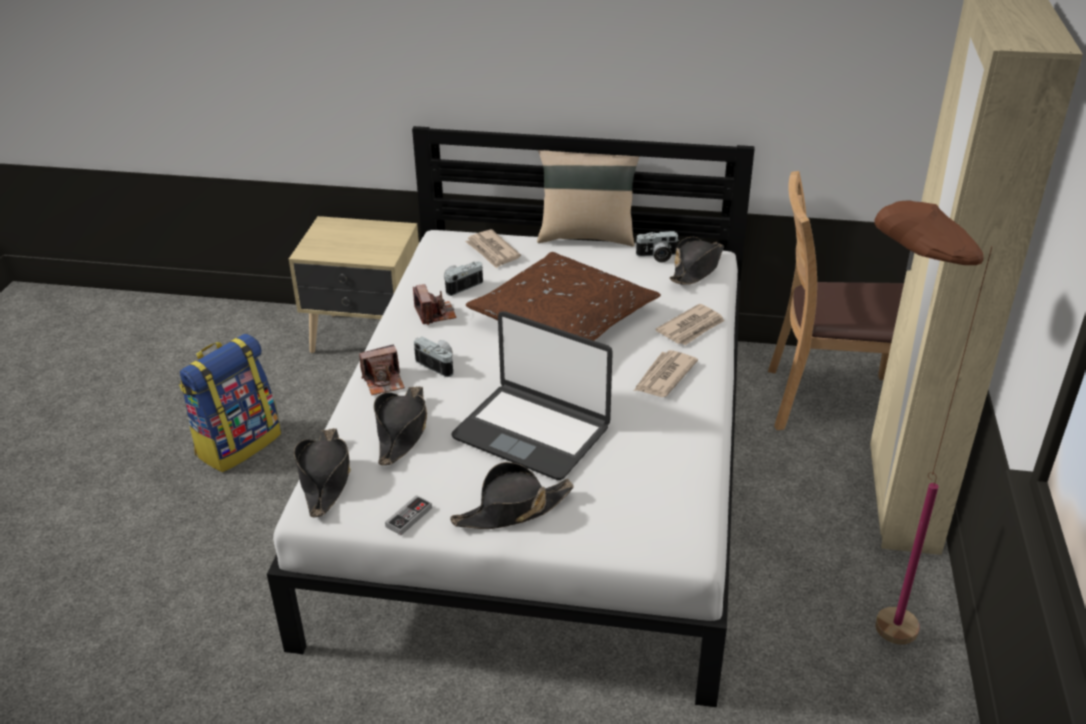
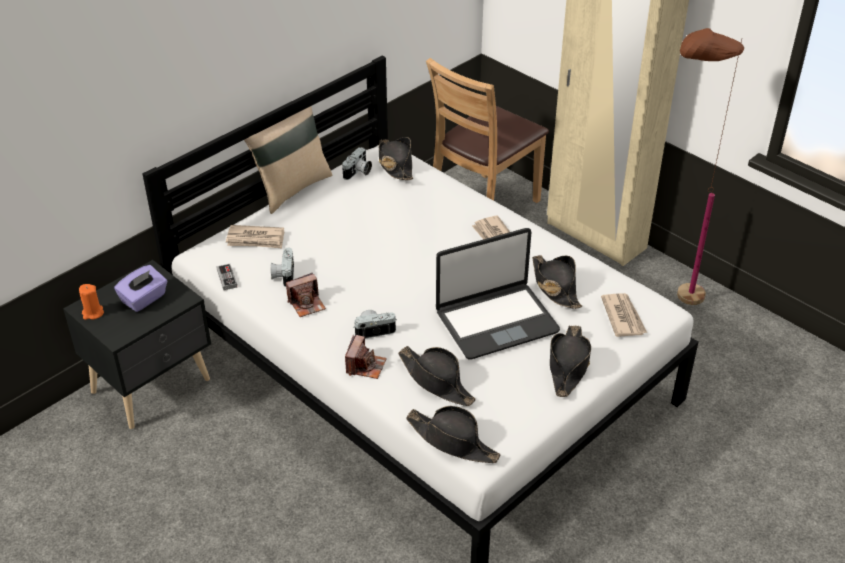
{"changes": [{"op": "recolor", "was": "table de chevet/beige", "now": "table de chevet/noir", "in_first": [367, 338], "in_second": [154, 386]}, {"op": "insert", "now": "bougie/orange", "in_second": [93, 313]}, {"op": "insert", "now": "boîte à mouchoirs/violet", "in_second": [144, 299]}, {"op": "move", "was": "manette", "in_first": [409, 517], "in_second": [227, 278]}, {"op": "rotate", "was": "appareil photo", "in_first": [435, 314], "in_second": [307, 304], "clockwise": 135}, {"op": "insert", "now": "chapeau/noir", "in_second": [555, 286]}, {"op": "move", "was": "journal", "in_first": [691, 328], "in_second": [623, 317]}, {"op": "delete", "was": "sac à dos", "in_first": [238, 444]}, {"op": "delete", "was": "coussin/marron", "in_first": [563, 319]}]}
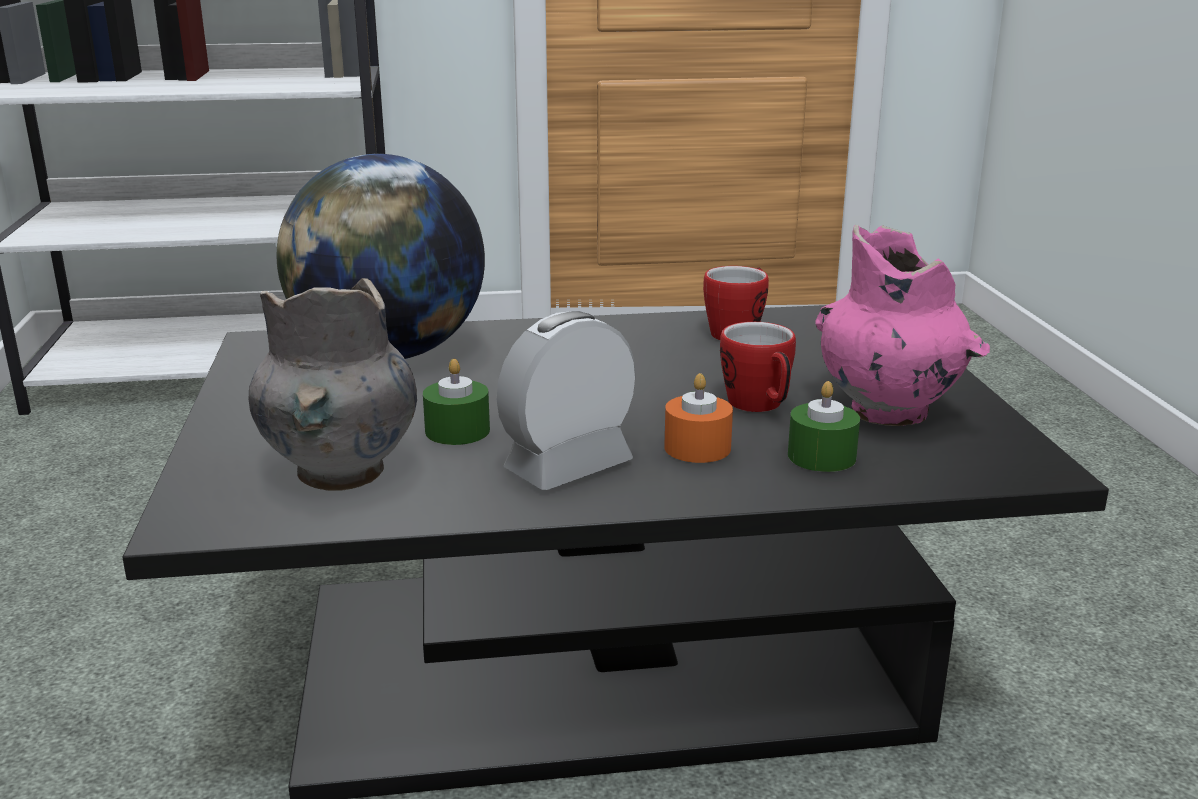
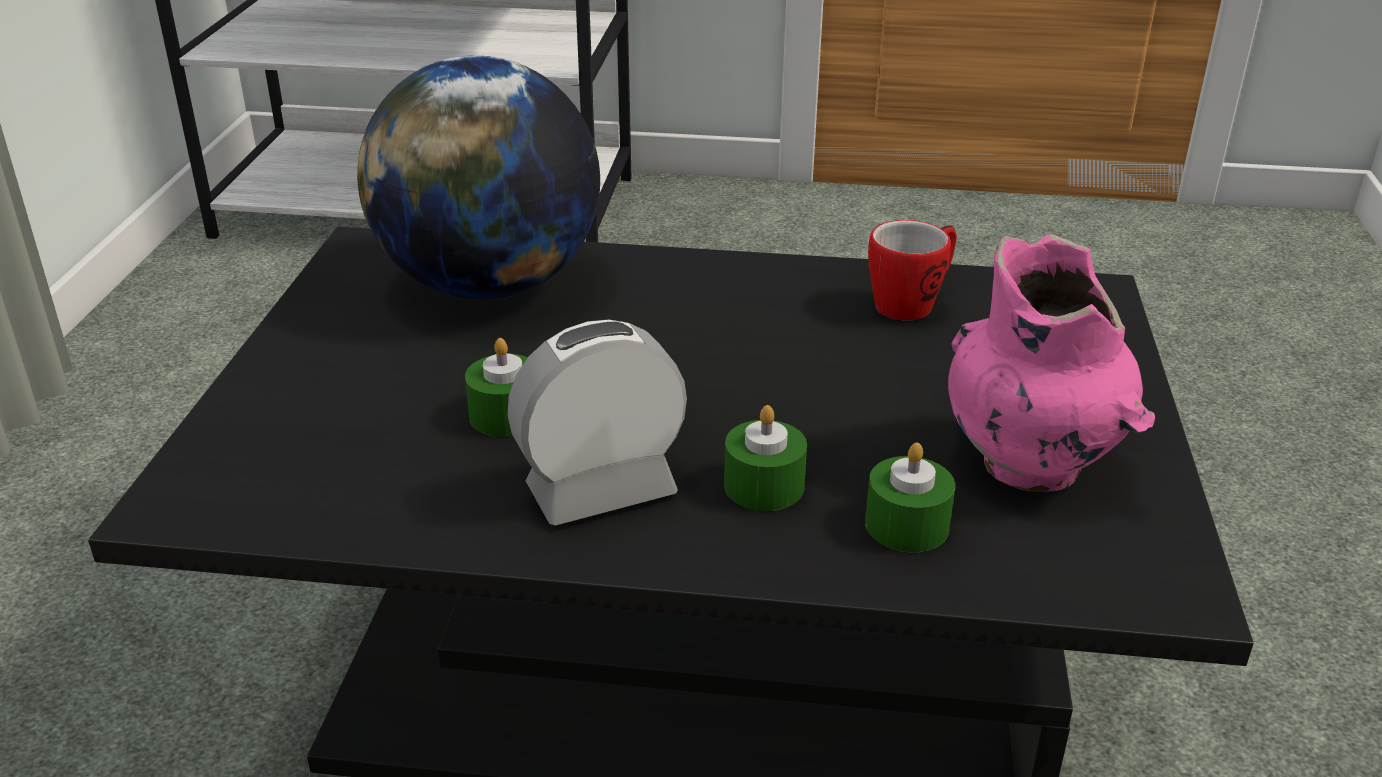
{"changes": [{"op": "recolor", "was": "bougie/orange", "now": "bougie/vert", "in_first": [697, 448], "in_second": [764, 486]}, {"op": "delete", "was": "vase/gris", "in_first": [341, 471]}, {"op": "delete", "was": "mug", "in_first": [760, 407]}]}
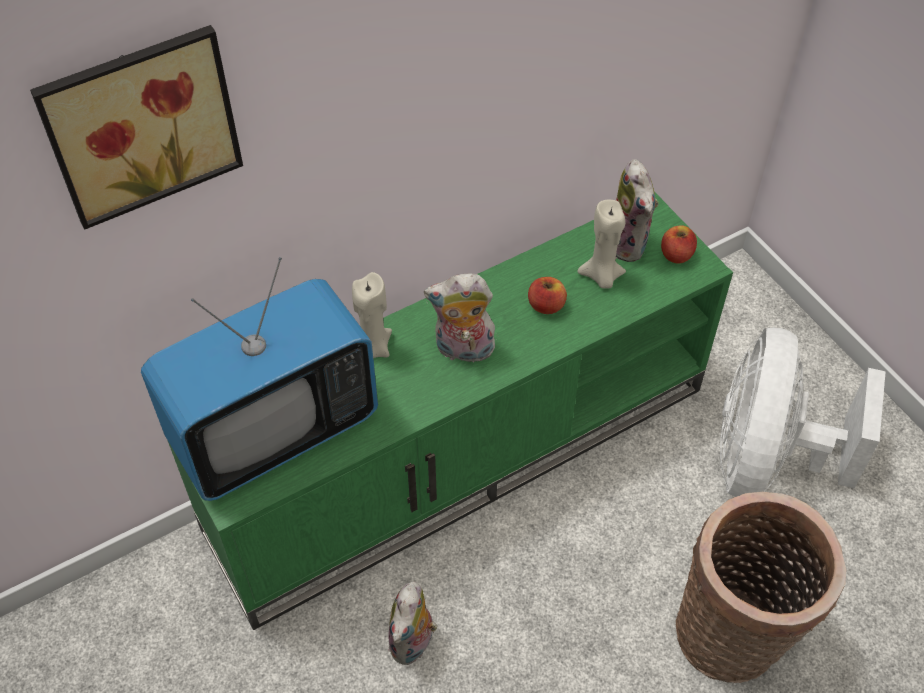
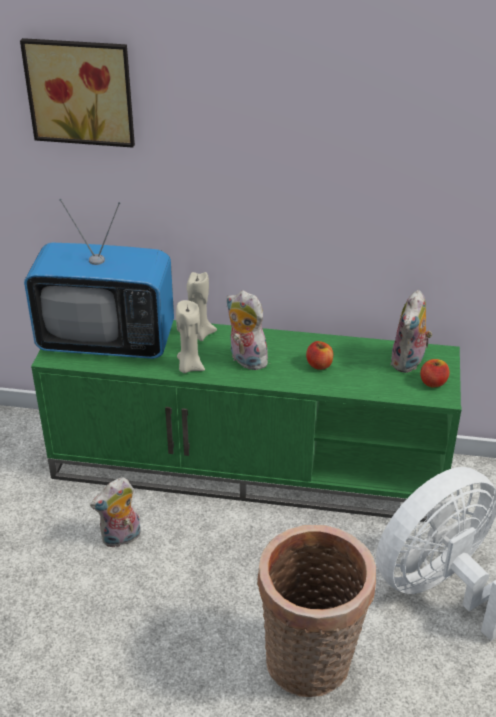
{"changes": [{"op": "move", "was": "bougie/beige", "in_first": [601, 277], "in_second": [189, 367]}]}
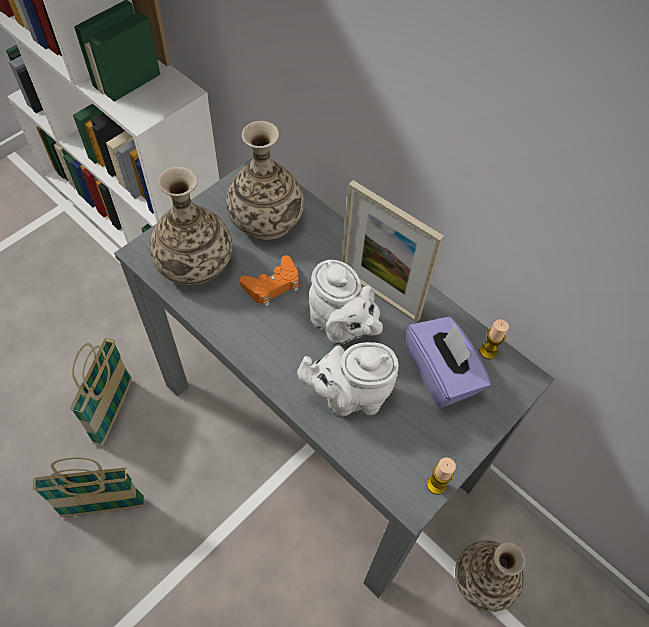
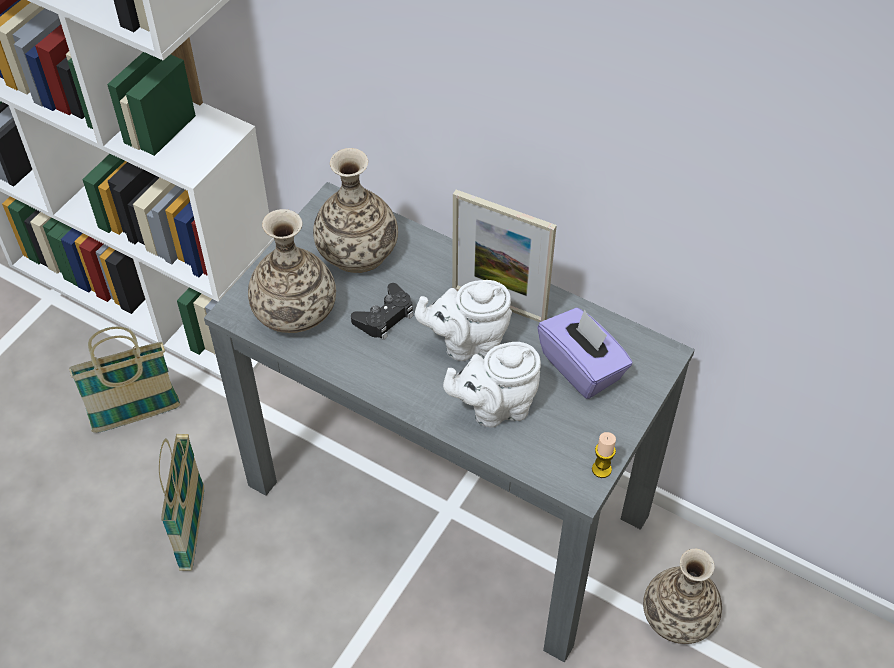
{"changes": [{"op": "move", "was": "panier", "in_first": [103, 507], "in_second": [136, 416]}, {"op": "recolor", "was": "manette/orange", "now": "manette/noir", "in_first": [272, 285], "in_second": [385, 317]}, {"op": "rotate", "was": "théière/blanc", "in_first": [341, 326], "in_second": [468, 343], "clockwise": 135}, {"op": "delete", "was": "bougie", "in_first": [488, 351]}]}
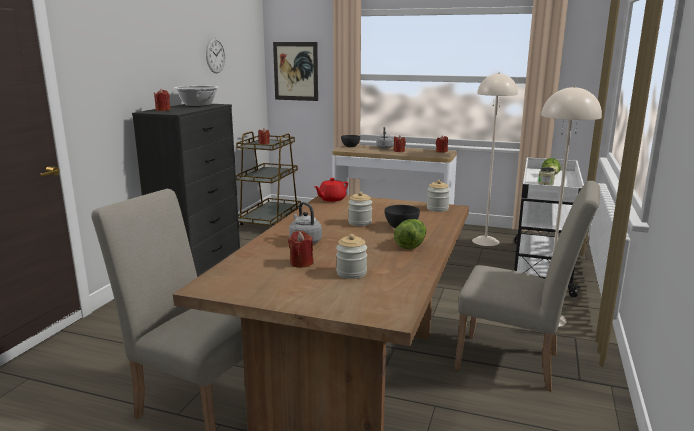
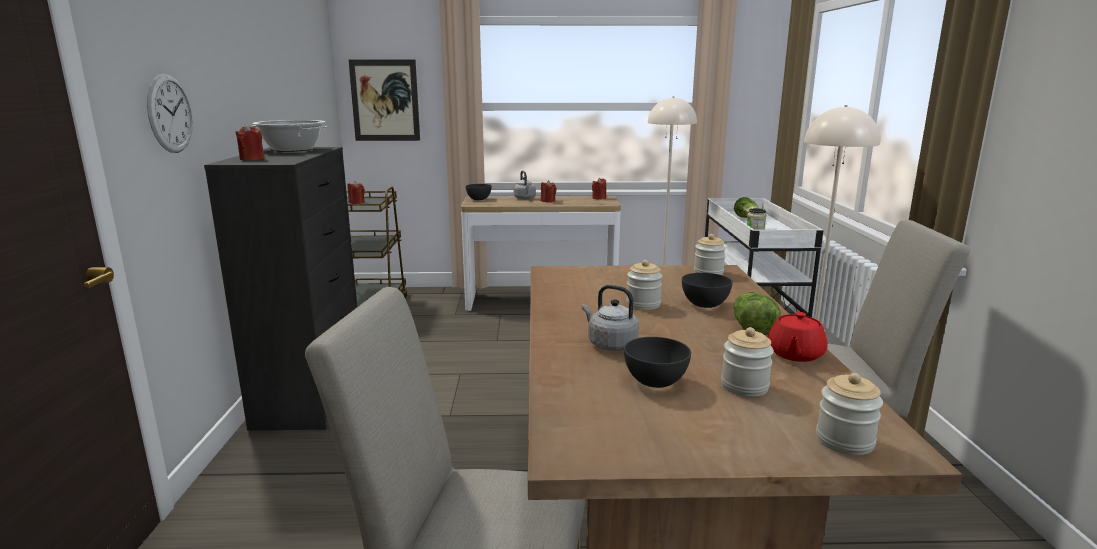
{"changes": [{"op": "move", "was": "horloge murale", "in_first": [215, 55], "in_second": [170, 114]}, {"op": "replace", "was": "bougie/rouge", "now": "bol/gris", "in_first": [301, 263], "in_second": [654, 382]}, {"op": "move", "was": "théière/rouge", "in_first": [331, 199], "in_second": [794, 354]}, {"op": "insert", "now": "bocal", "in_second": [844, 441]}]}
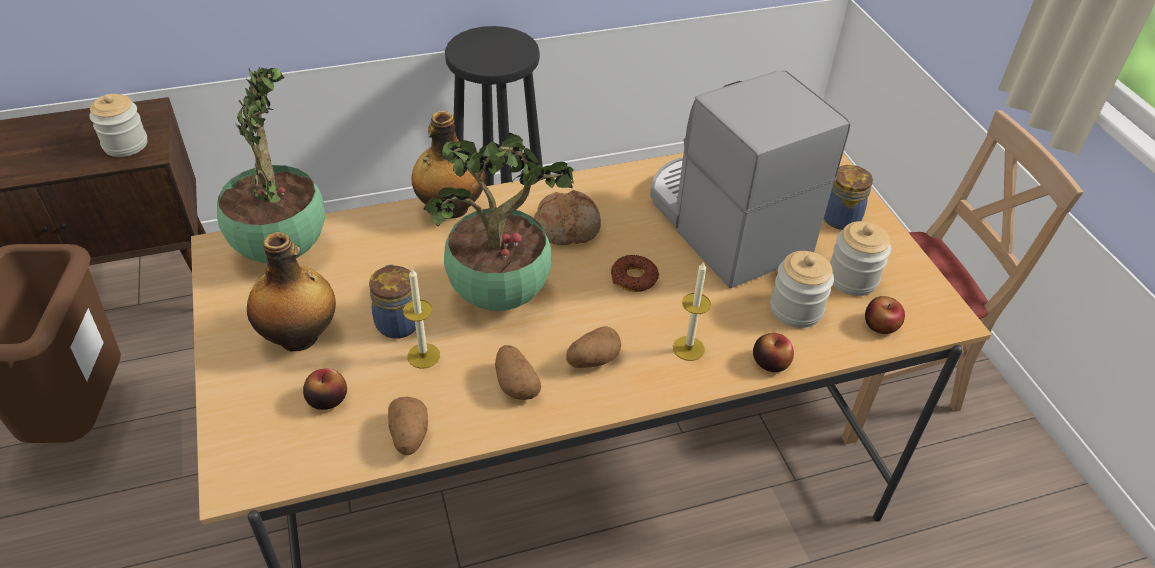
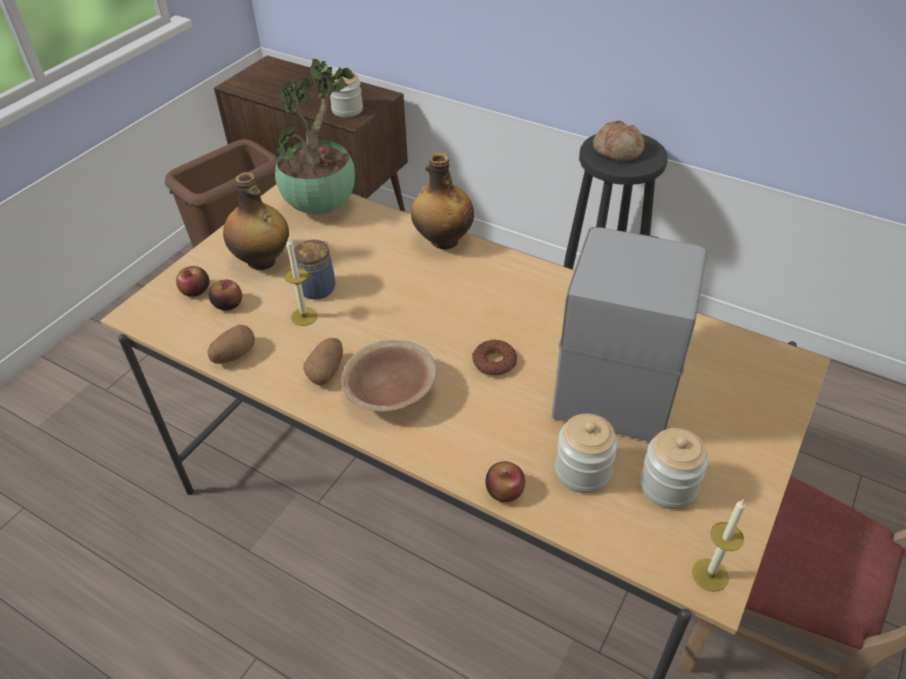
{"changes": [{"op": "move", "was": "pomme", "in_first": [880, 325], "in_second": [195, 290]}, {"op": "replace", "was": "pomme de terre", "now": "bol/marron", "in_first": [593, 360], "in_second": [390, 392]}, {"op": "move", "was": "pain", "in_first": [567, 227], "in_second": [618, 150]}, {"op": "move", "was": "bougie", "in_first": [688, 348], "in_second": [710, 574]}, {"op": "delete", "was": "plante en pot", "in_first": [502, 295]}, {"op": "delete", "was": "bocal", "in_first": [838, 218]}]}
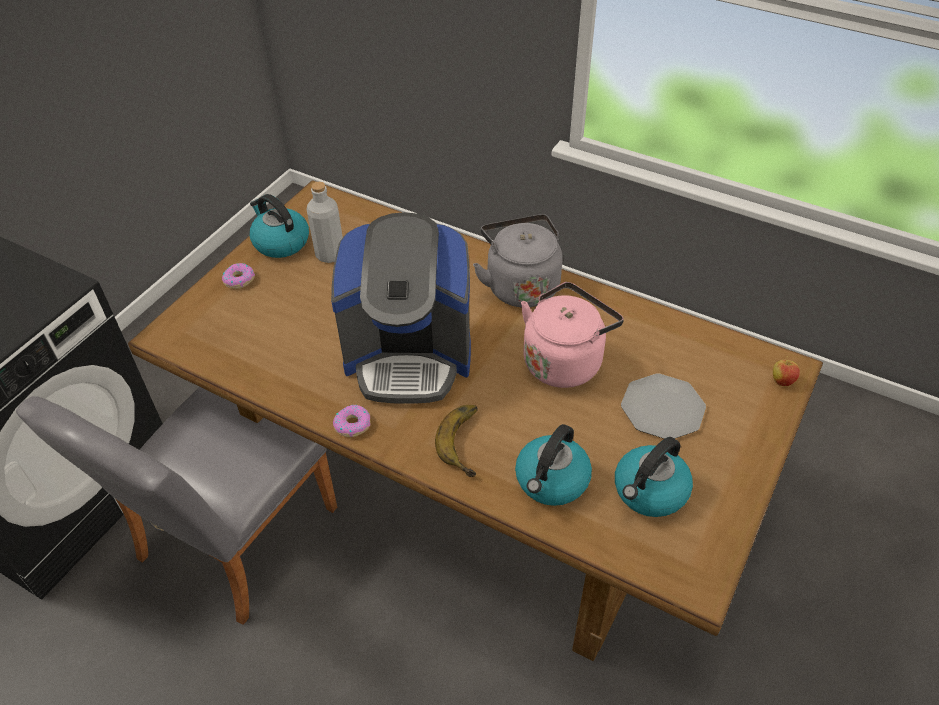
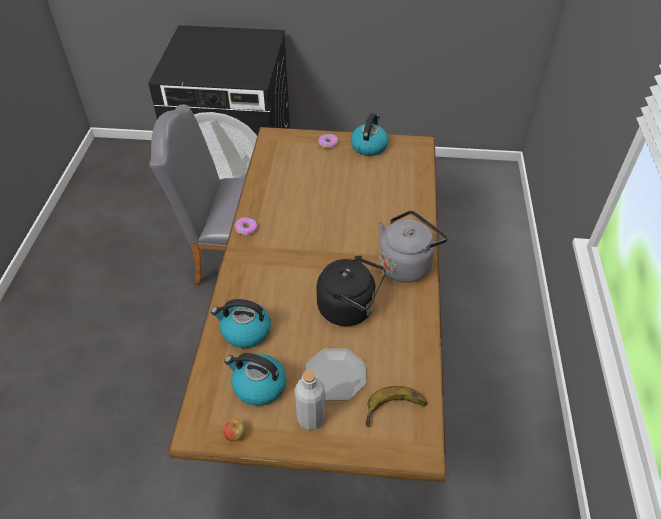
{"changes": [{"op": "move", "was": "pomme", "in_first": [782, 381], "in_second": [234, 435]}, {"op": "move", "was": "bouteille/gris", "in_first": [330, 254], "in_second": [311, 418]}, {"op": "recolor", "was": "bouilloire/rose", "now": "bouilloire/noir", "in_first": [565, 360], "in_second": [350, 308]}, {"op": "move", "was": "banane", "in_first": [468, 442], "in_second": [396, 412]}, {"op": "delete", "was": "machine à café", "in_first": [409, 356]}]}
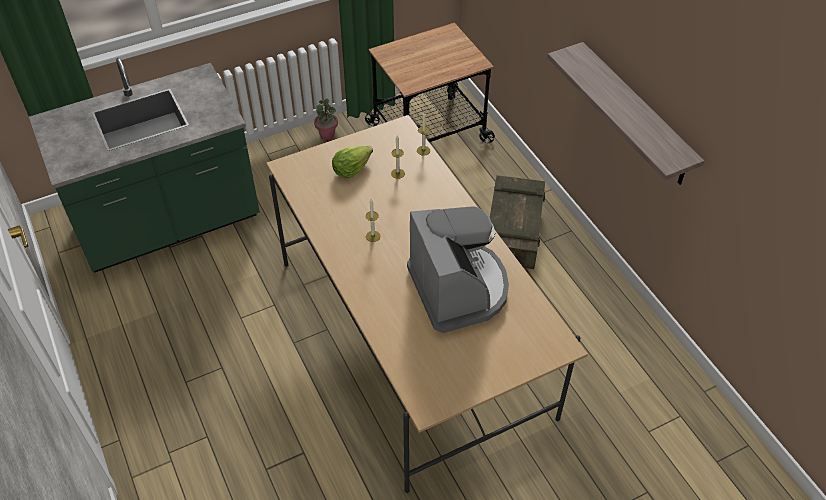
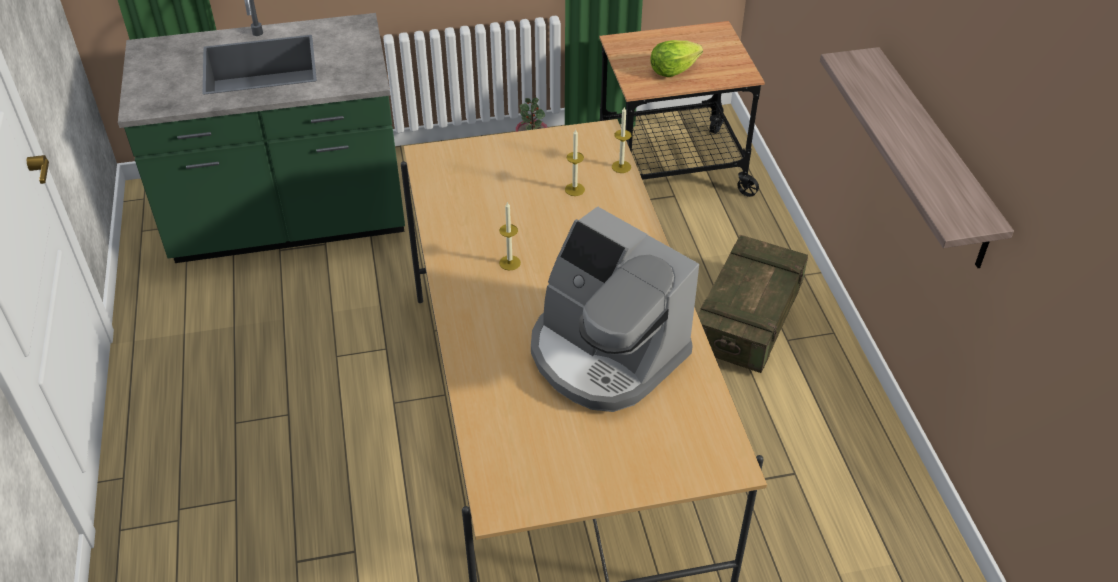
{"changes": [{"op": "rotate", "was": "machine à café", "in_first": [459, 288], "in_second": [605, 354], "clockwise": 135}, {"op": "move", "was": "laitue", "in_first": [351, 169], "in_second": [672, 70]}]}
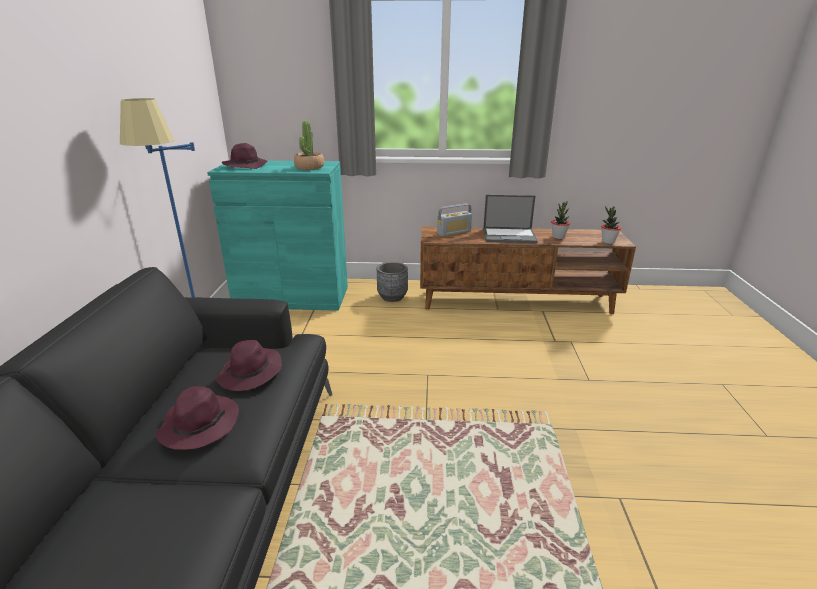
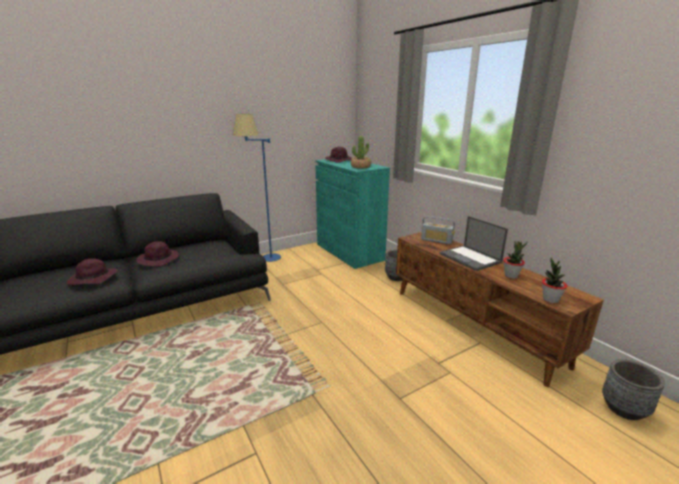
{"changes": [{"op": "move", "was": "chapeau/violet", "in_first": [251, 373], "in_second": [92, 279]}, {"op": "insert", "now": "cache-pot/gris", "in_second": [624, 409]}]}
